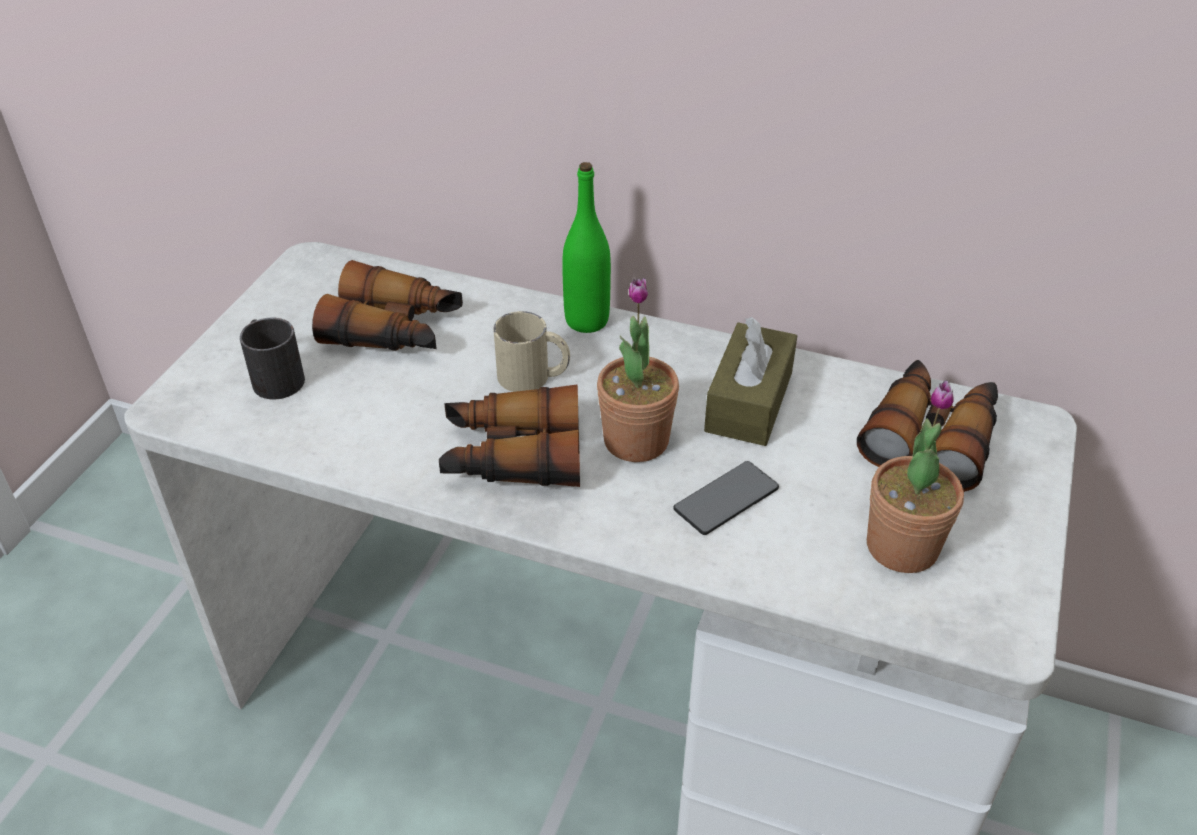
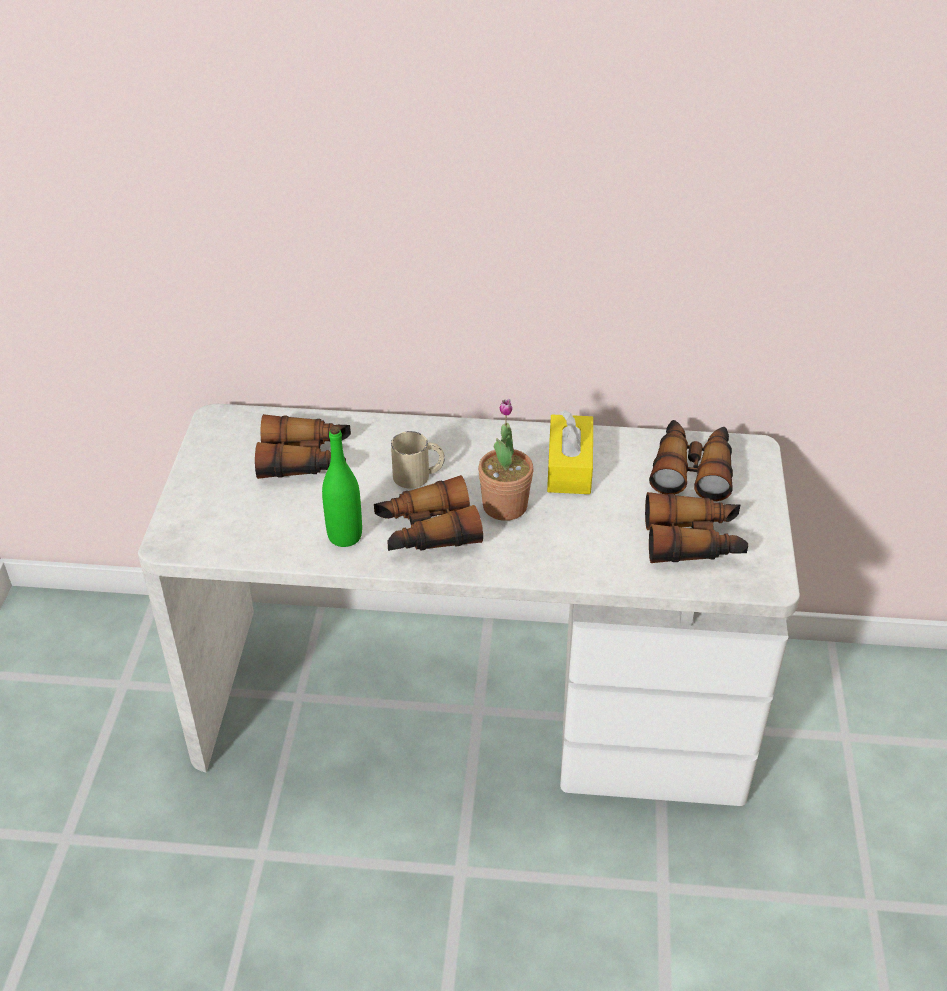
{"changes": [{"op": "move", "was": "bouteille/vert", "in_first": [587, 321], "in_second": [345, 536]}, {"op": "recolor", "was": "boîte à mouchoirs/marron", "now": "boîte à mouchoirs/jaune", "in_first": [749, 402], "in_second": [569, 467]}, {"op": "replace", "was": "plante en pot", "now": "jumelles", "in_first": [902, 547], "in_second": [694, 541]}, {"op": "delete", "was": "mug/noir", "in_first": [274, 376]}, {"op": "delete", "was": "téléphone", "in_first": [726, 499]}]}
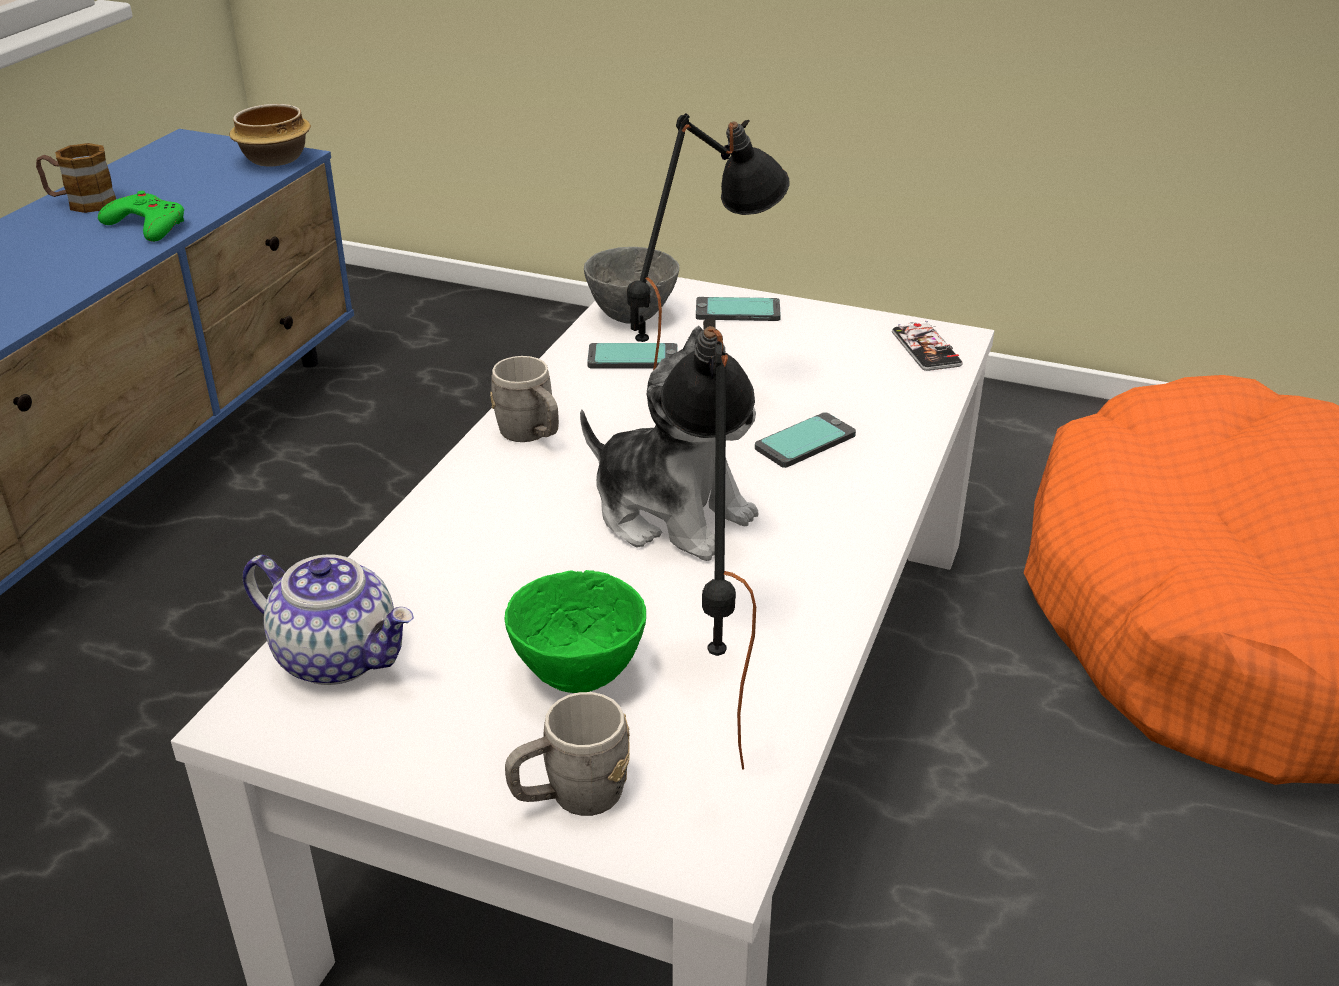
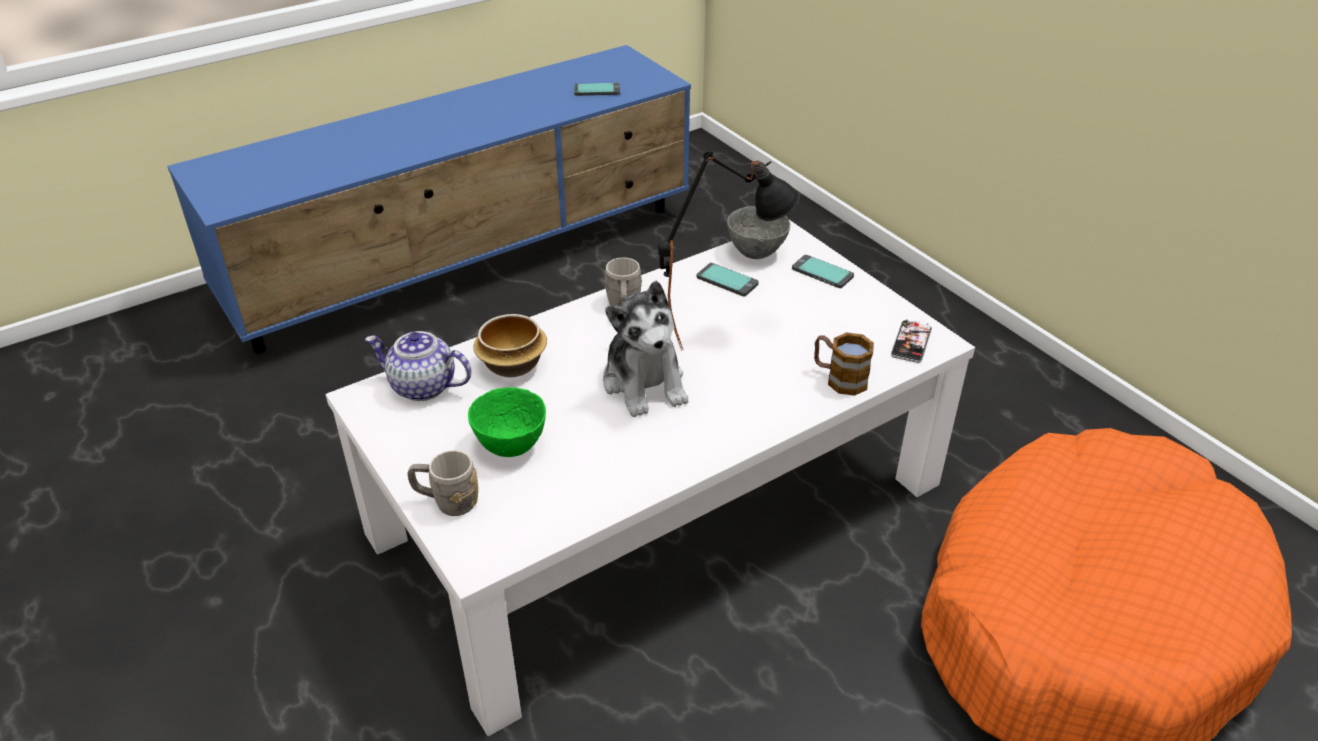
{"changes": [{"op": "rotate", "was": "théière", "in_first": [339, 656], "in_second": [422, 387], "clockwise": 135}, {"op": "move", "was": "bol", "in_first": [276, 160], "in_second": [512, 366]}, {"op": "move", "was": "téléphone", "in_first": [804, 442], "in_second": [597, 90]}, {"op": "move", "was": "mug", "in_first": [82, 203], "in_second": [839, 378]}, {"op": "delete", "was": "manette/vert", "in_first": [147, 225]}, {"op": "delete", "was": "lampe de table/noir", "in_first": [705, 700]}]}
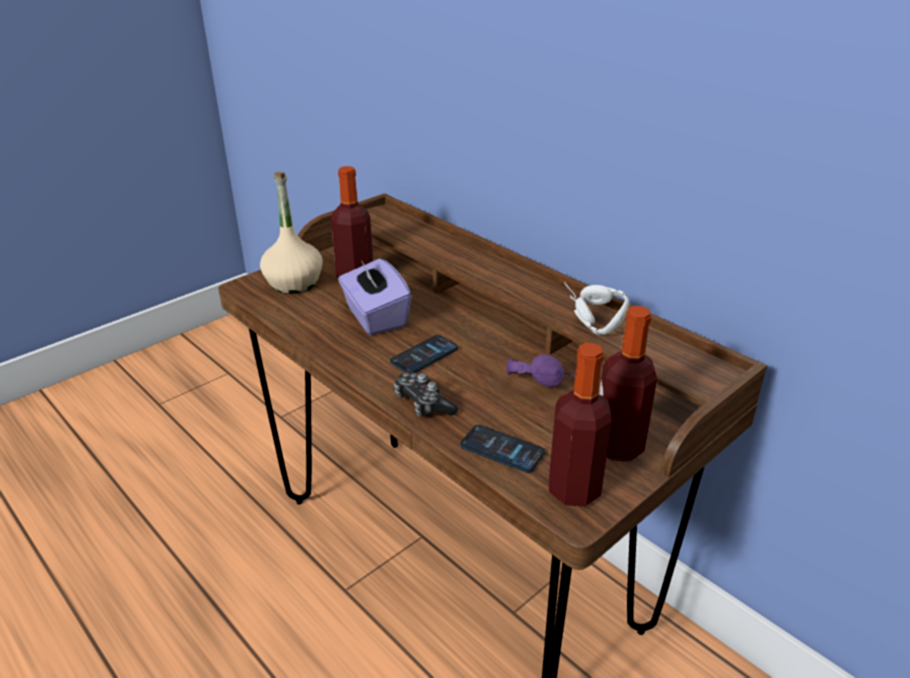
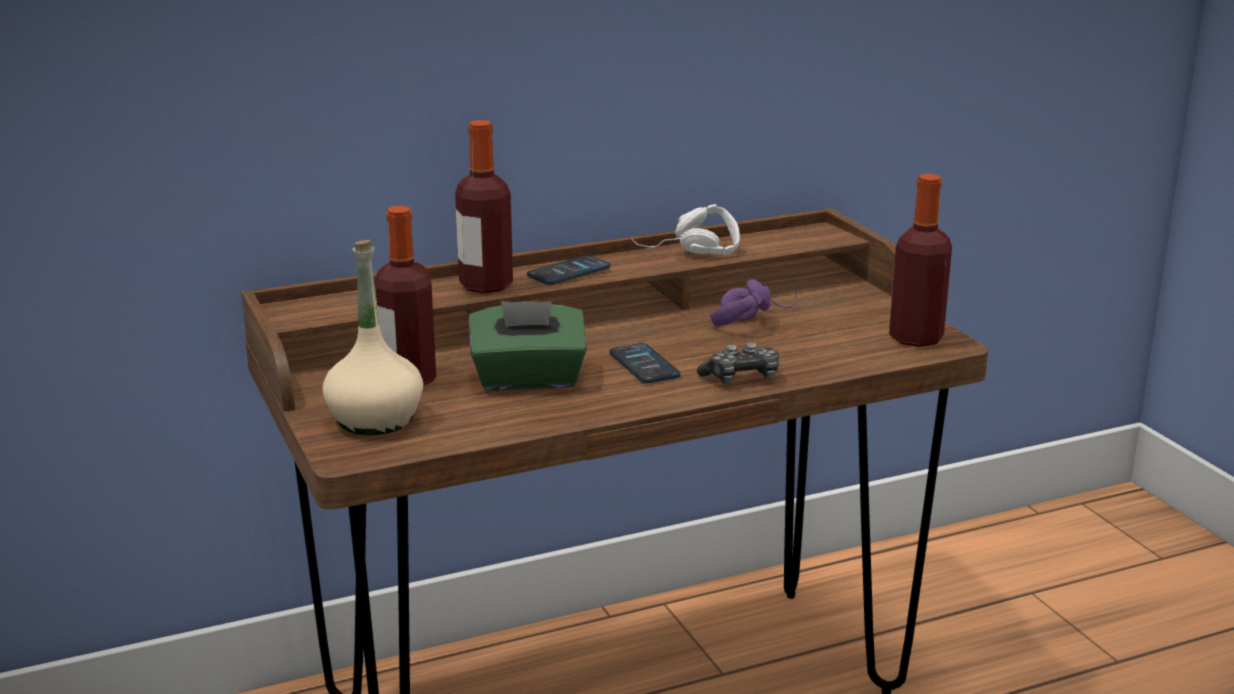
{"changes": [{"op": "move", "was": "bouteille", "in_first": [618, 447], "in_second": [486, 285]}, {"op": "recolor", "was": "boîte à mouchoirs/violet", "now": "boîte à mouchoirs/vert", "in_first": [375, 317], "in_second": [528, 379]}, {"op": "move", "was": "téléphone", "in_first": [502, 449], "in_second": [569, 272]}]}
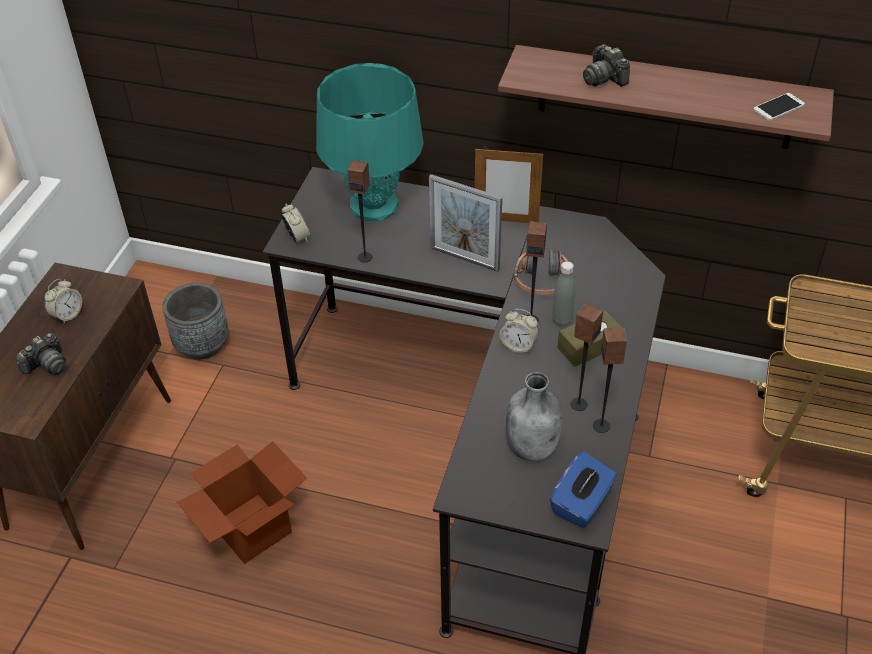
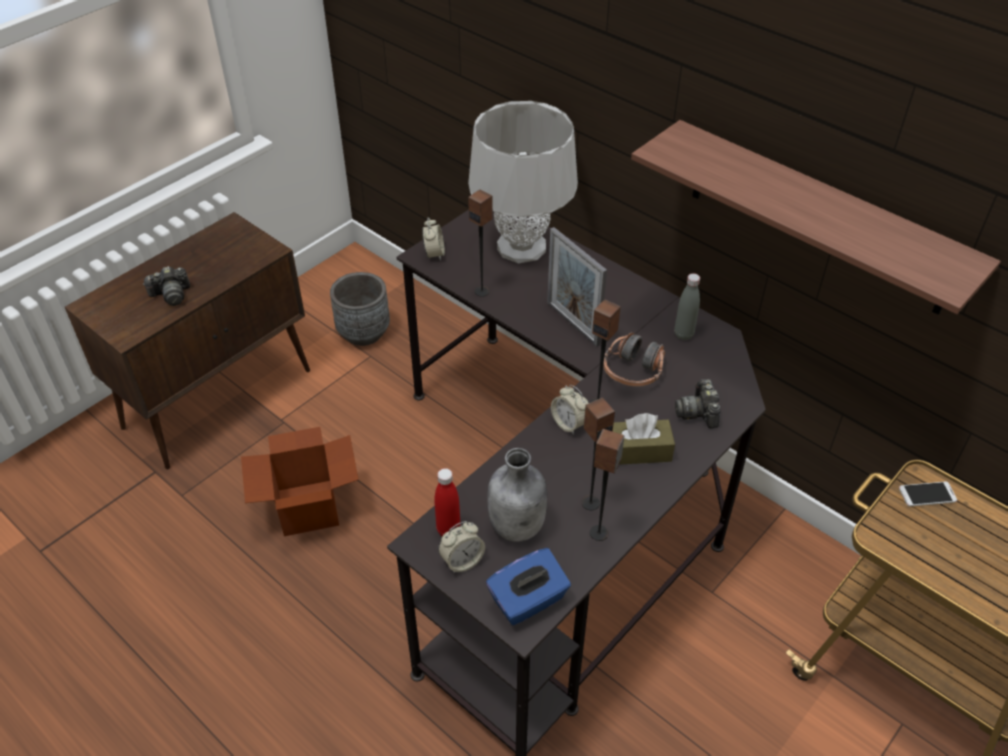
{"changes": [{"op": "insert", "now": "bouteille/rouge", "in_second": [448, 530]}, {"op": "move", "was": "réveil", "in_first": [67, 315], "in_second": [462, 561]}, {"op": "recolor", "was": "lampe de table/turquoise", "now": "lampe de table/gris", "in_first": [374, 205], "in_second": [522, 247]}, {"op": "move", "was": "bouteille/gris", "in_first": [562, 320], "in_second": [683, 334]}, {"op": "move", "was": "appareil photo", "in_first": [604, 78], "in_second": [698, 412]}, {"op": "move", "was": "téléphone", "in_first": [778, 107], "in_second": [927, 494]}, {"op": "delete", "was": "cadre photo", "in_first": [506, 220]}]}
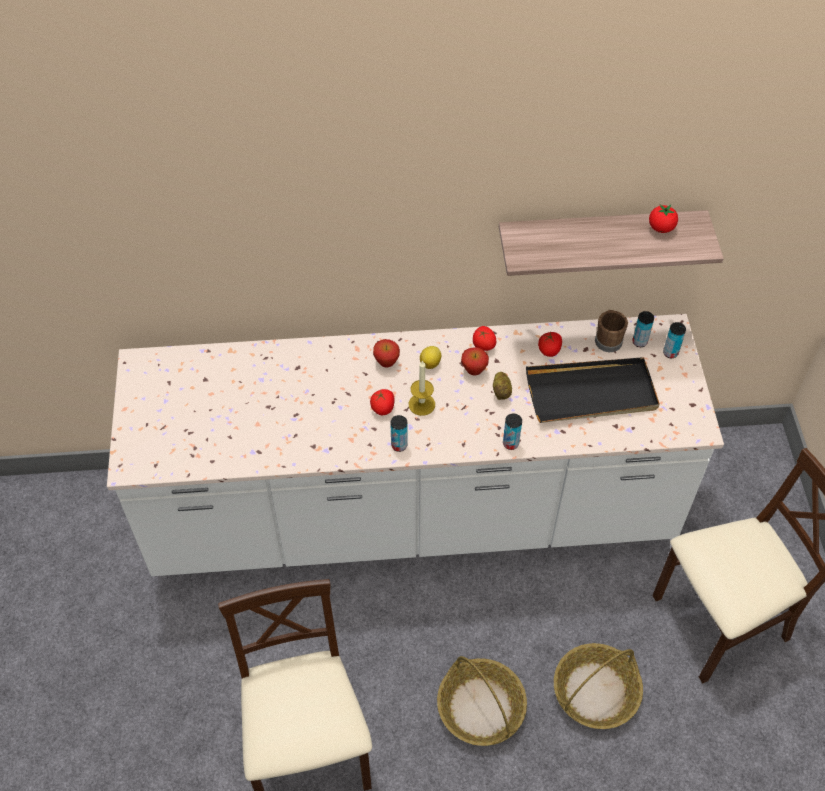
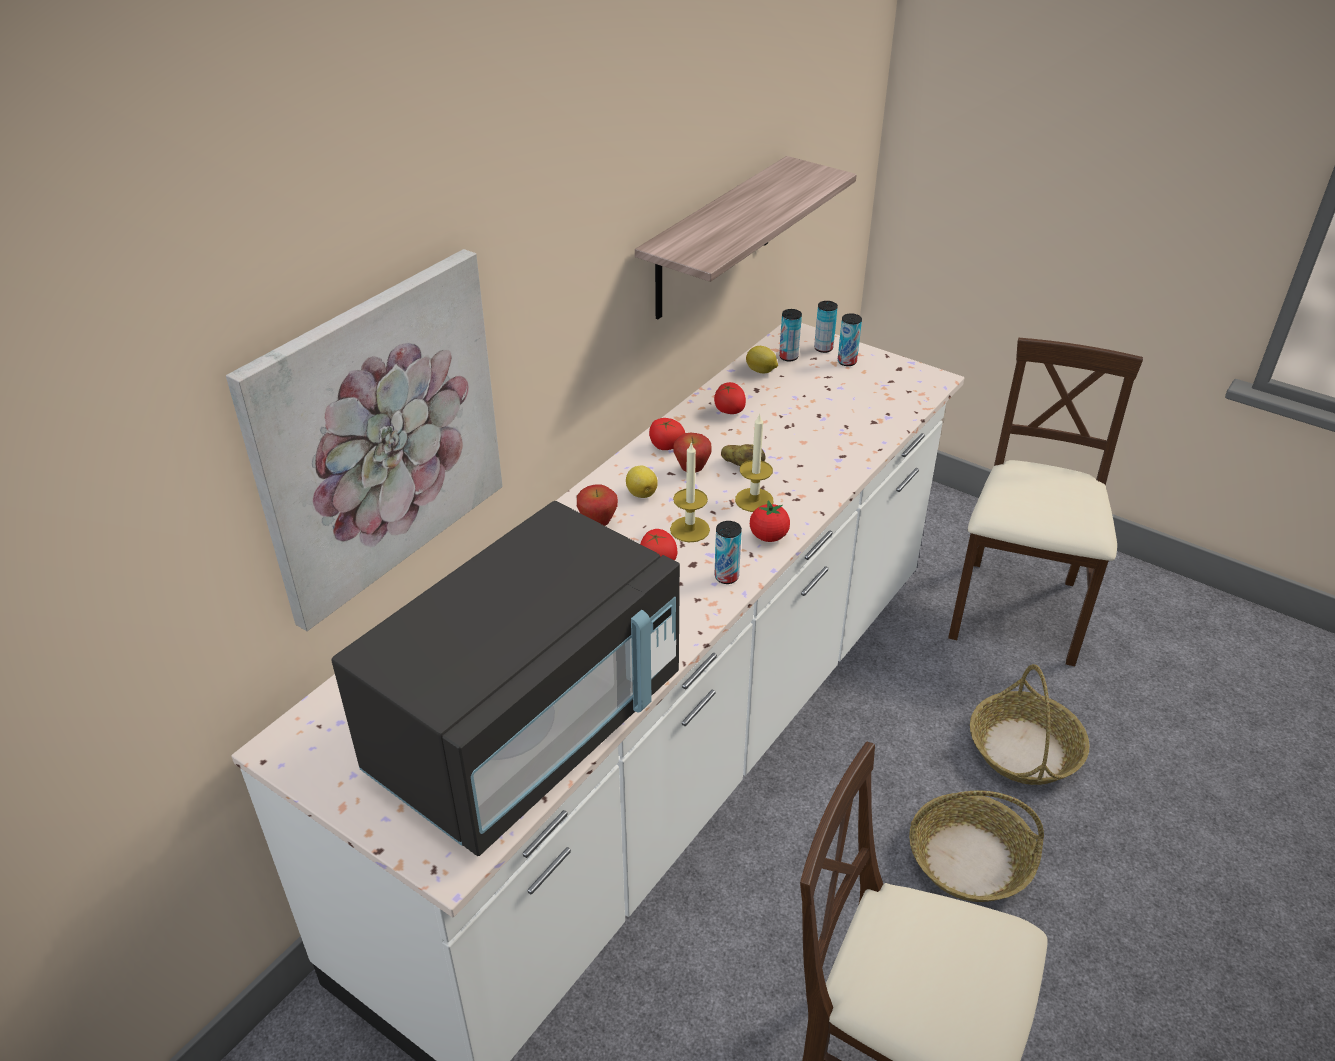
{"changes": [{"op": "insert", "now": "tableau", "in_second": [376, 435]}, {"op": "insert", "now": "micro-ondes/noir", "in_second": [528, 729]}, {"op": "insert", "now": "bougie", "in_second": [754, 500]}, {"op": "replace", "was": "mug/marron", "now": "citron", "in_first": [608, 339], "in_second": [761, 371]}, {"op": "move", "was": "tomate", "in_first": [661, 228], "in_second": [768, 536]}, {"op": "move", "was": "boîte métallique", "in_first": [510, 443], "in_second": [847, 362]}, {"op": "delete", "was": "plateau/noir", "in_first": [591, 393]}]}
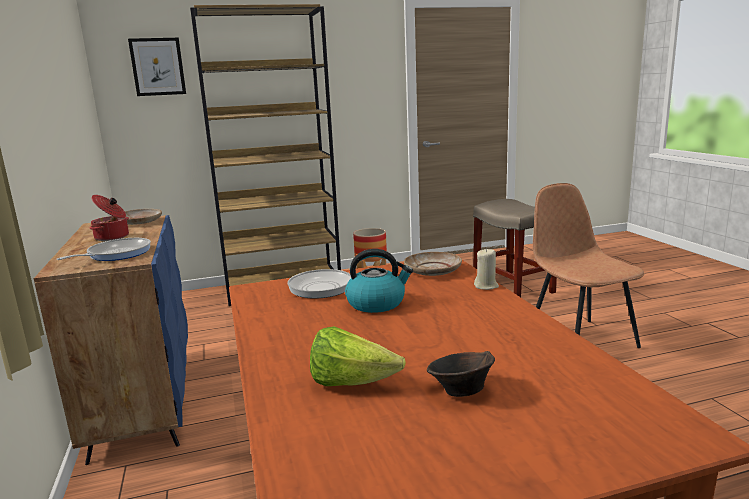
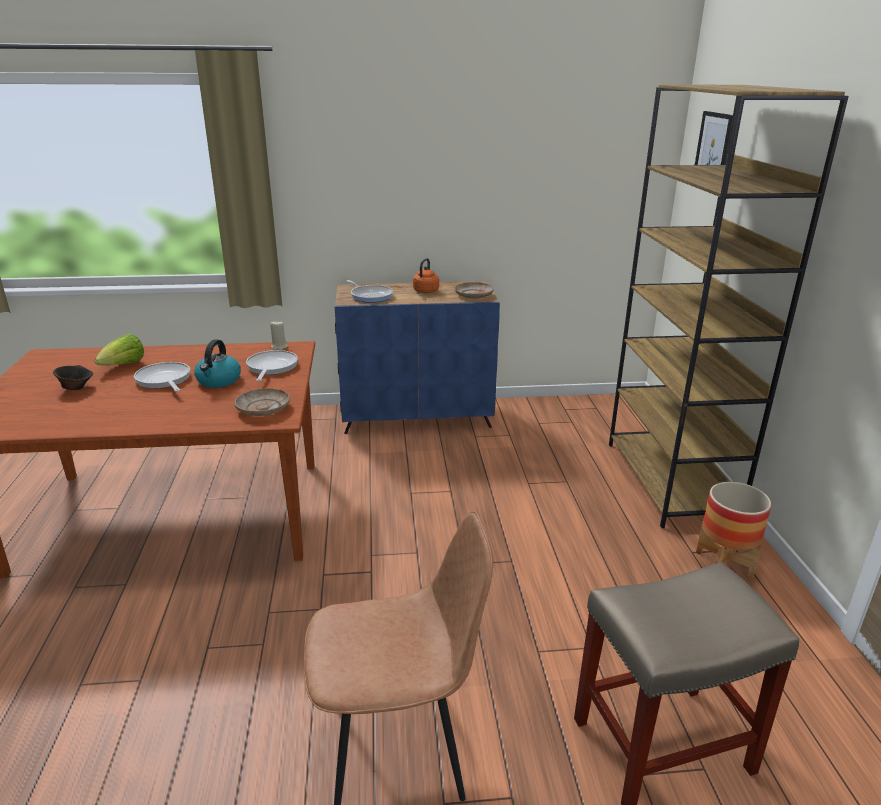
{"changes": [{"op": "insert", "now": "poêle", "in_second": [164, 380]}, {"op": "move", "was": "bougie/beige", "in_first": [486, 286], "in_second": [279, 347]}, {"op": "replace", "was": "marmite", "now": "bouilloire/orange", "in_first": [113, 237], "in_second": [425, 291]}]}
